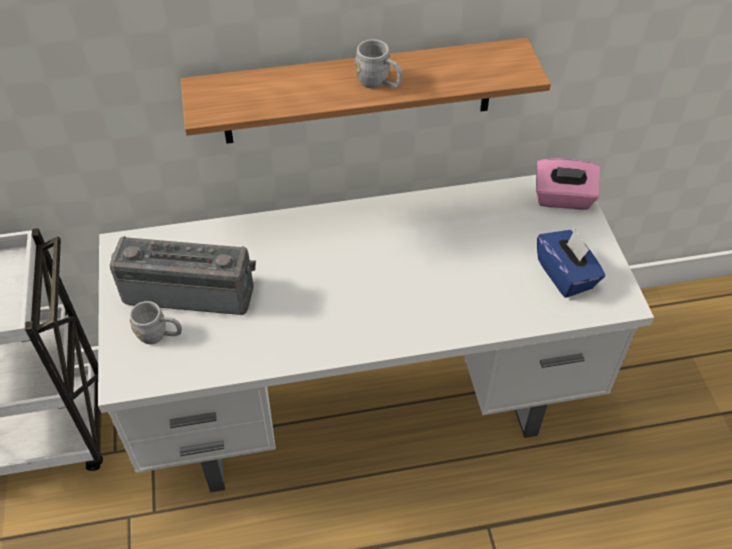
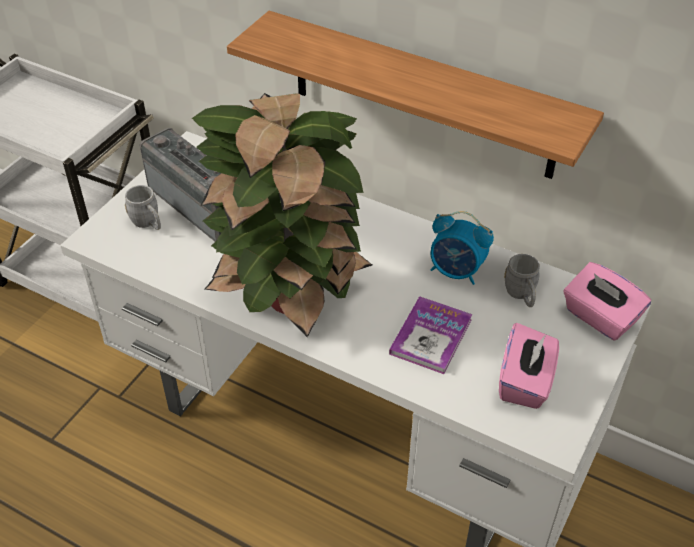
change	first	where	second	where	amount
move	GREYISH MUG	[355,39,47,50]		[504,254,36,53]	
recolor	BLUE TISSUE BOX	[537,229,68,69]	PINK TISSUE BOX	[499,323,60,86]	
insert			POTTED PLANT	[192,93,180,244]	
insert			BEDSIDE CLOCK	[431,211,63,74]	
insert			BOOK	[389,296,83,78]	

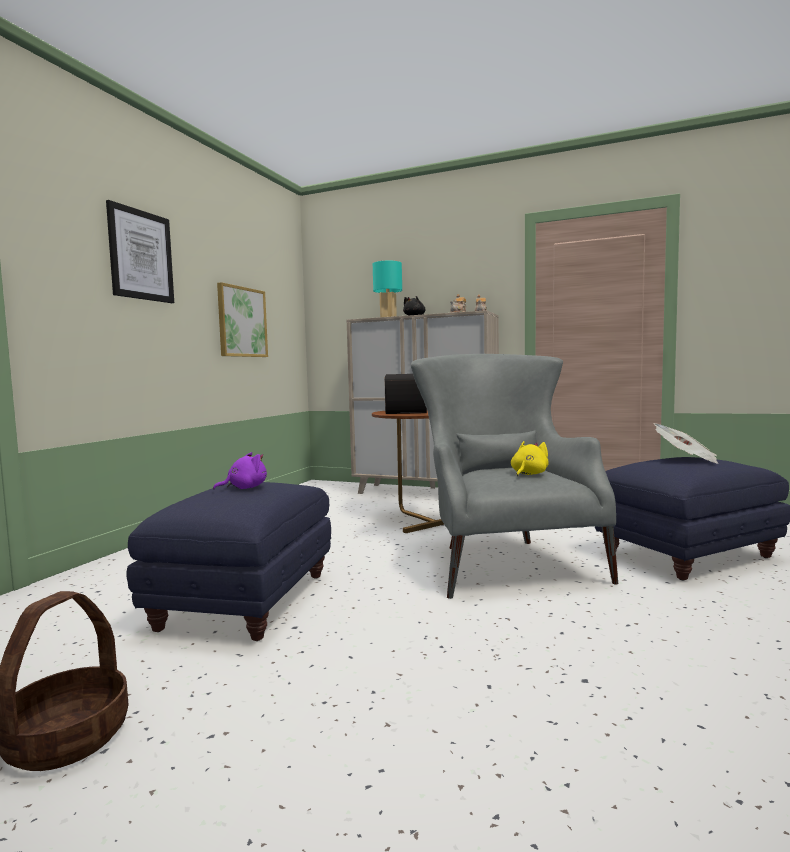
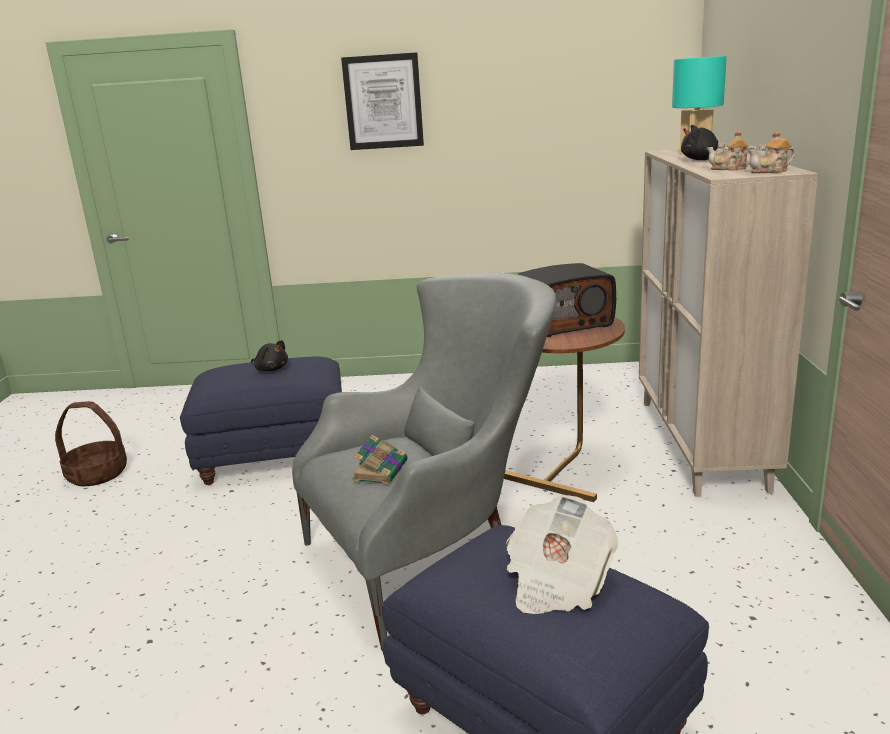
change	first	where	second	where	amount
delete	WALL ART	[217,282,51,75]			
replace	YELLOWISH CUDDLY TOY	[511,441,38,35]	BOOK	[352,435,55,49]	
recolor	PURPLE CUDDLY TOY	[213,452,54,38]	BLACK-COLOURED CUDDLY TOY	[251,340,37,31]	

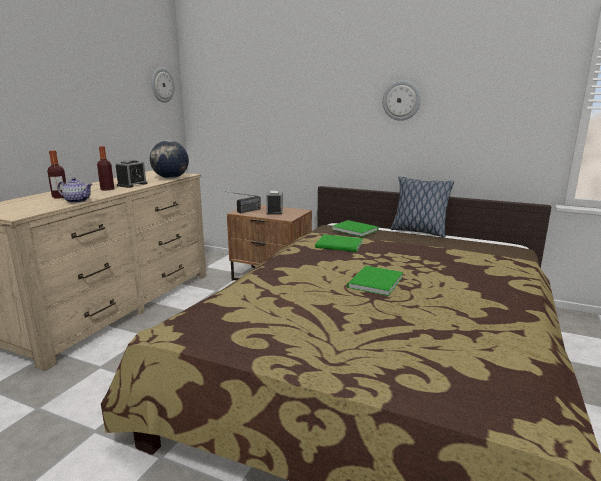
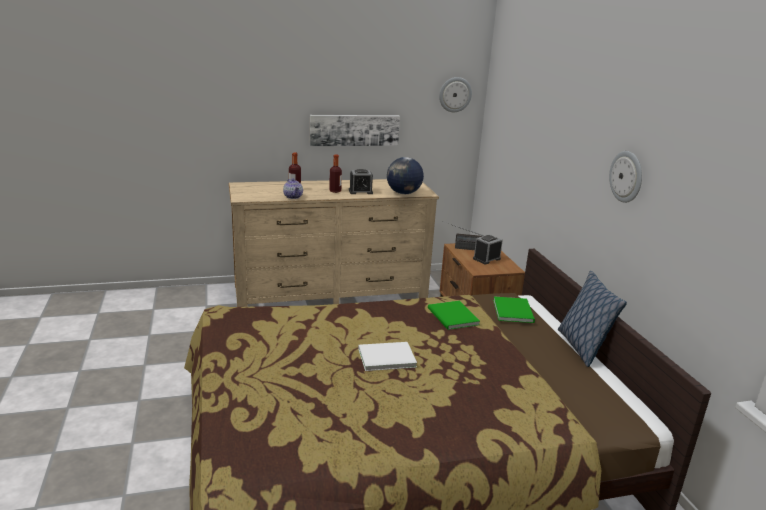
change	first	where	second	where	amount
recolor	GREENISH BOOK	[347,266,56,30]	WHITE-COLOURED BOOK	[358,342,59,29]	
insert			WALL ART	[310,115,90,31]	

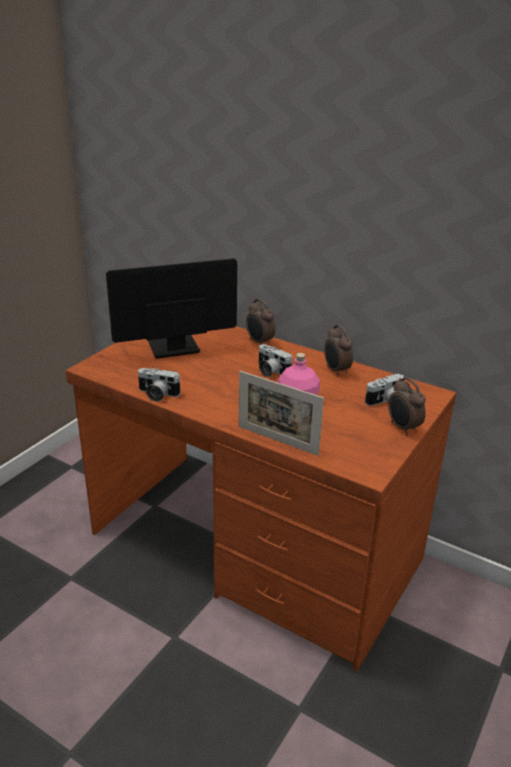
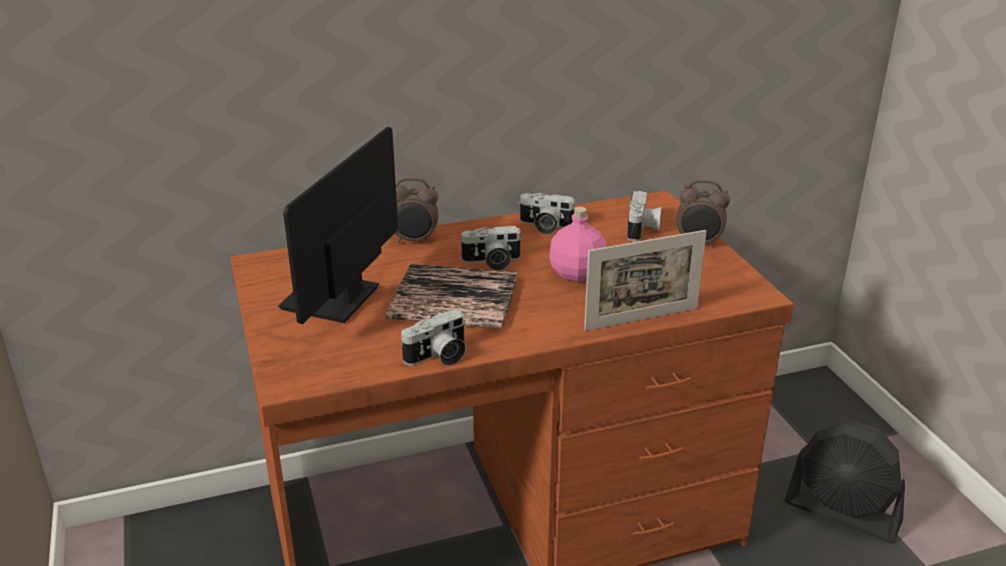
change	first	where	second	where	amount
replace	BEDSIDE CLOCK	[324,325,29,51]	STILL CAMERA	[518,193,57,41]	
insert			BOOK	[386,264,131,65]	
insert			BLACK-COLOURED COOLING FAN	[785,420,120,123]	

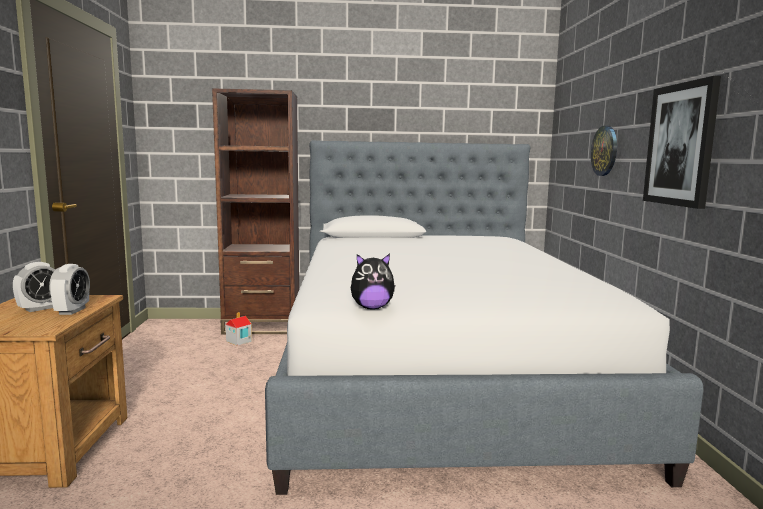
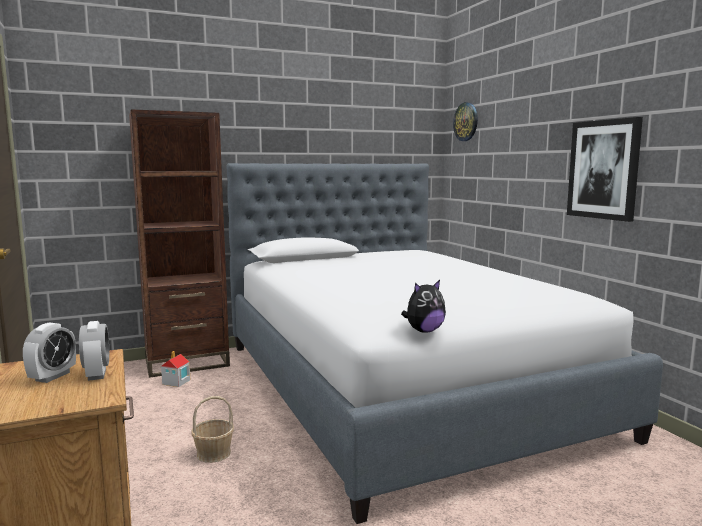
change	first	where	second	where	amount
move	WALL CLOCK	[591,126,26,50]		[453,102,25,39]	
insert			HOUSEHOLD BASKET	[191,396,43,67]	

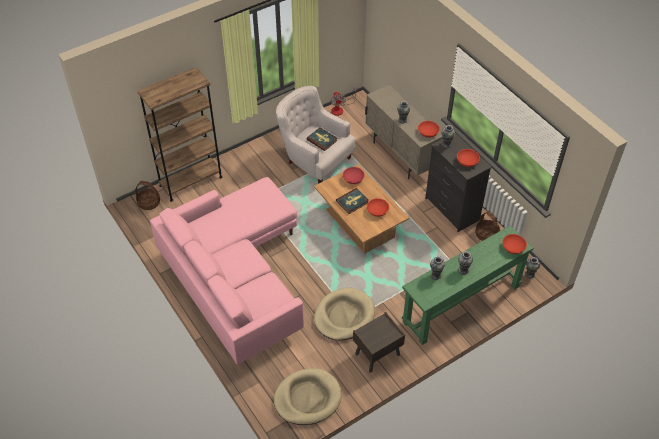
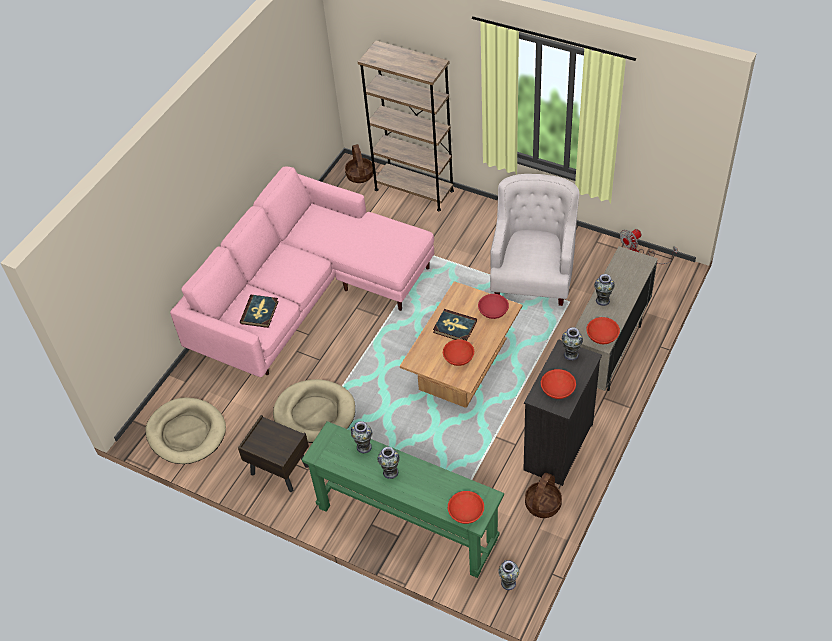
change	first	where	second	where	amount
move	BOOK	[307,127,31,24]		[240,295,39,33]	

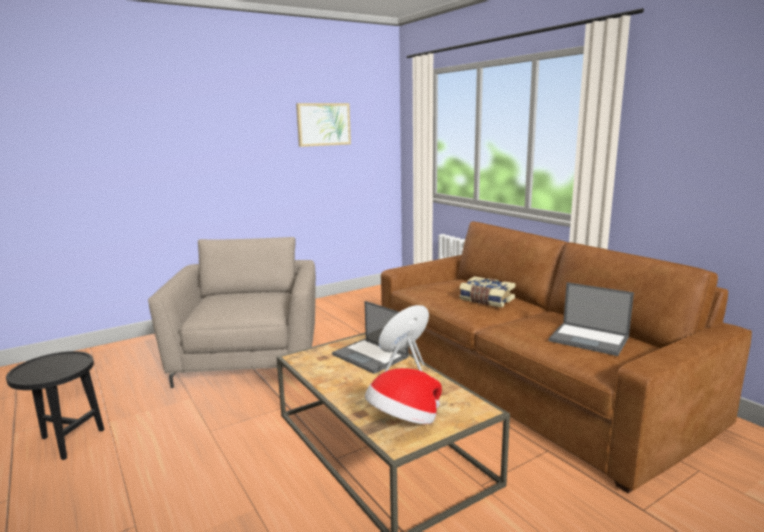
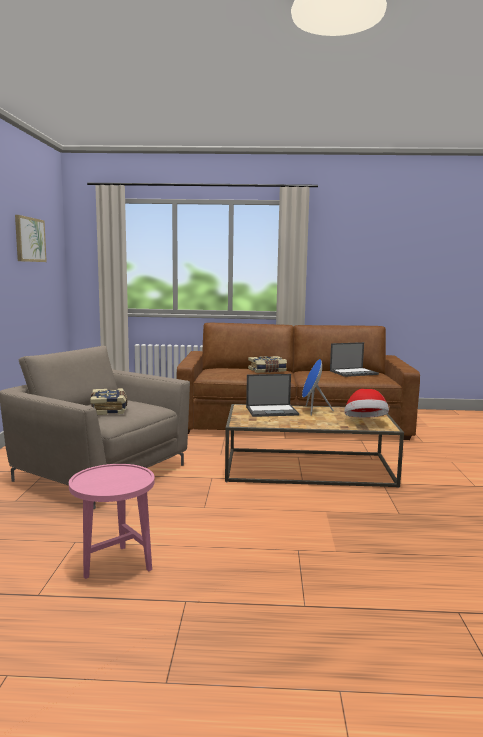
change	first	where	second	where	amount
recolor	BLACK-COLOURED ACCENT TABLE	[6,351,99,109]	PINK ACCENT TABLE	[69,464,86,115]	
insert			BOOK	[90,388,38,27]	

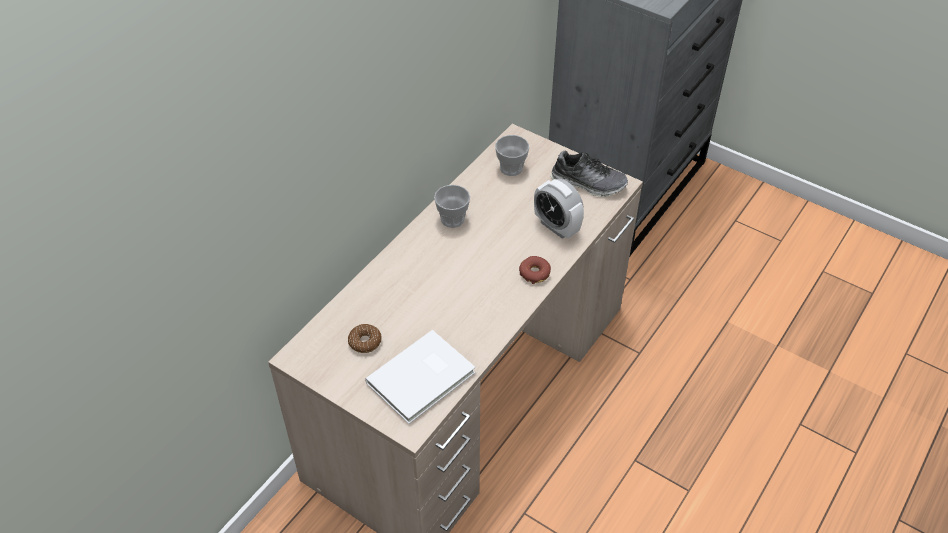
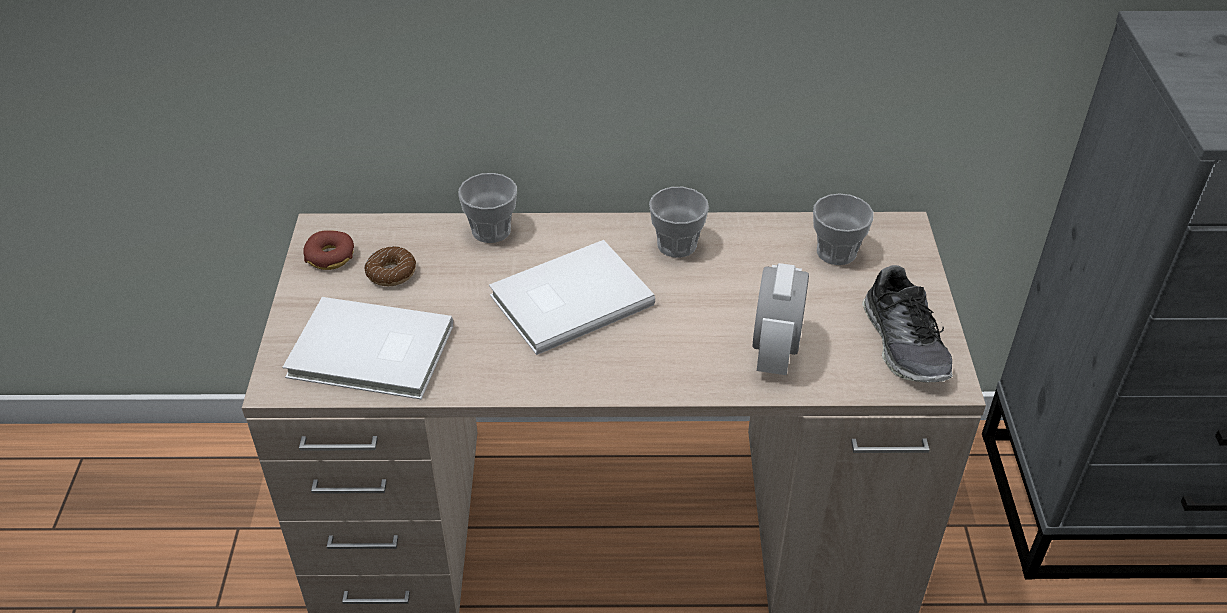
change	first	where	second	where	amount
move	RING DOUGHNUT	[519,256,32,28]		[303,230,51,40]	
insert			DRINKING CUP	[458,173,59,70]	
insert			WHITE-COLOURED BOOK	[489,240,166,115]	

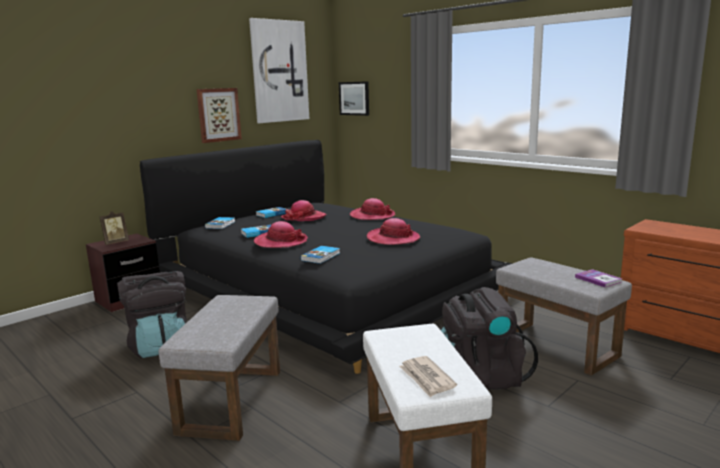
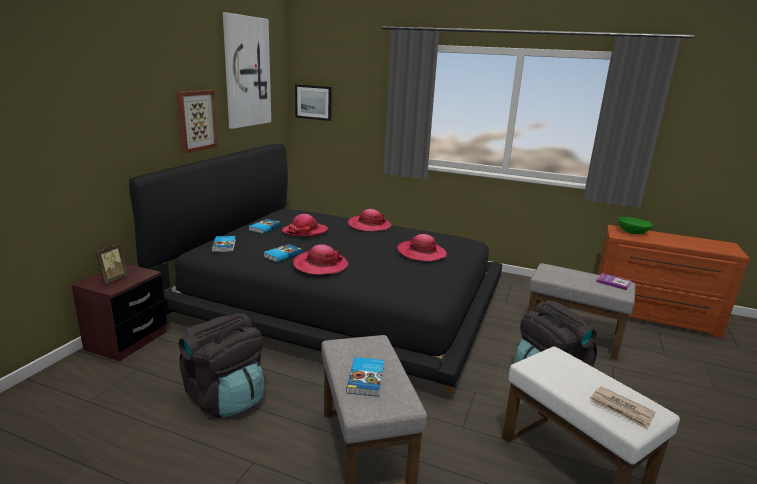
change	first	where	second	where	amount
move	BOOK	[301,246,39,18]		[346,357,38,40]	
insert			GREENISH BOWL	[619,217,34,17]	

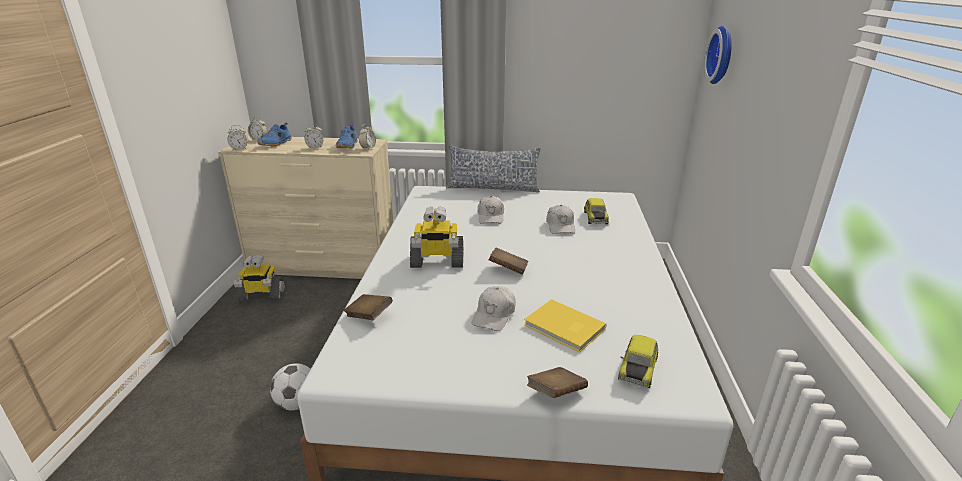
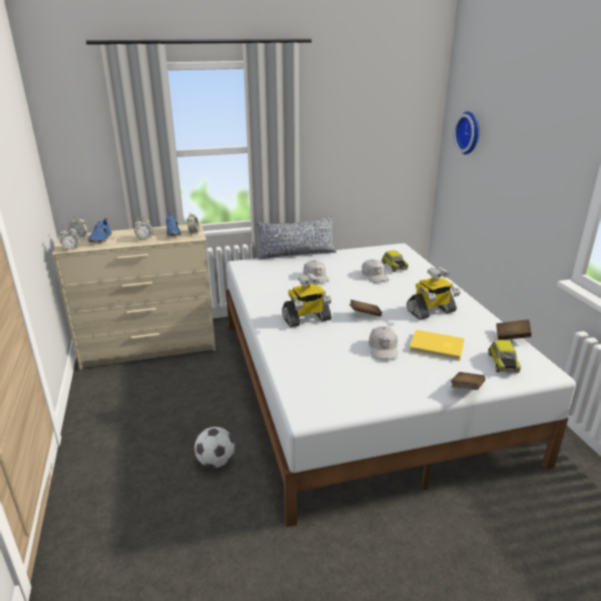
change	first	where	second	where	amount
move	ROBOT FIGURE	[234,255,51,47]		[406,266,54,54]	
move	BROWN BOOK	[344,294,49,26]		[496,319,36,21]	

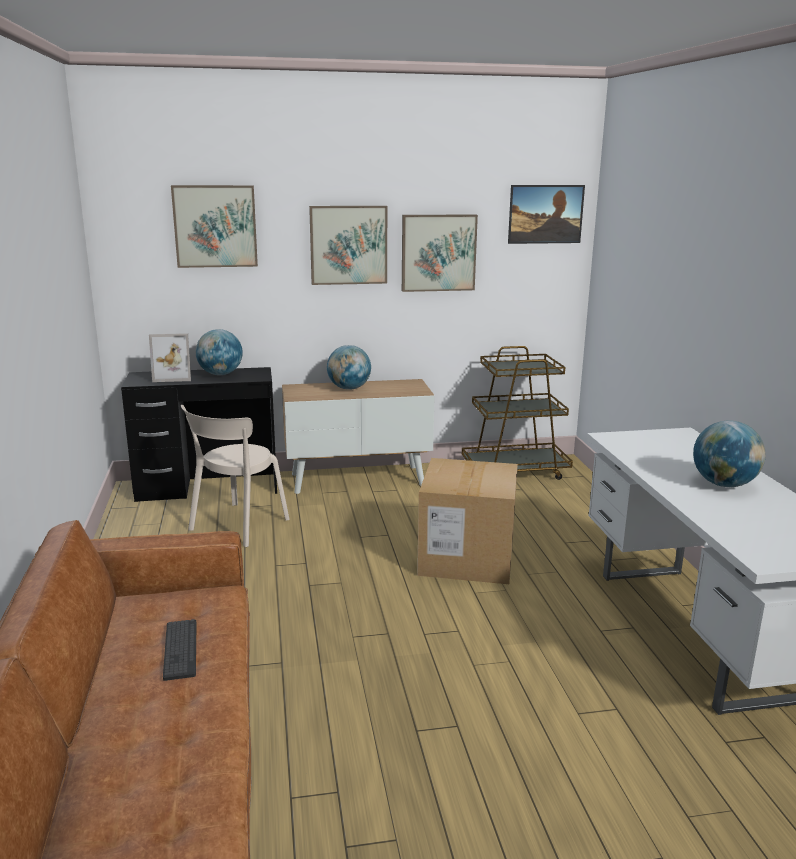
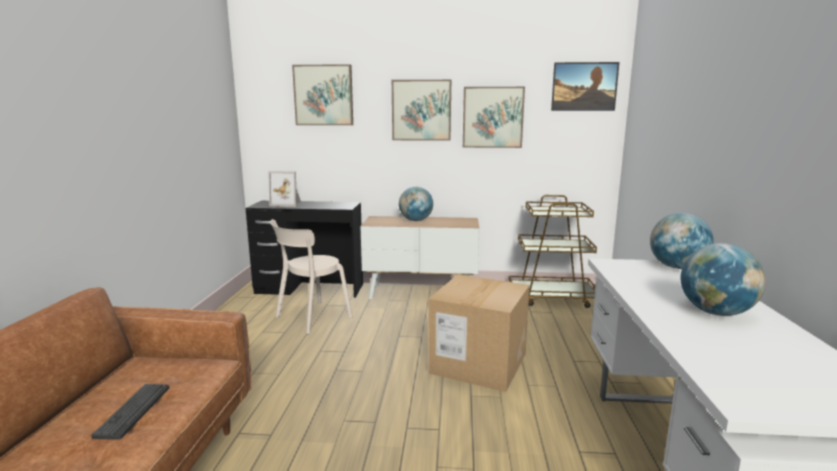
change	first	where	second	where	amount
move	DESK GLOBE	[196,329,46,46]		[650,213,64,56]	

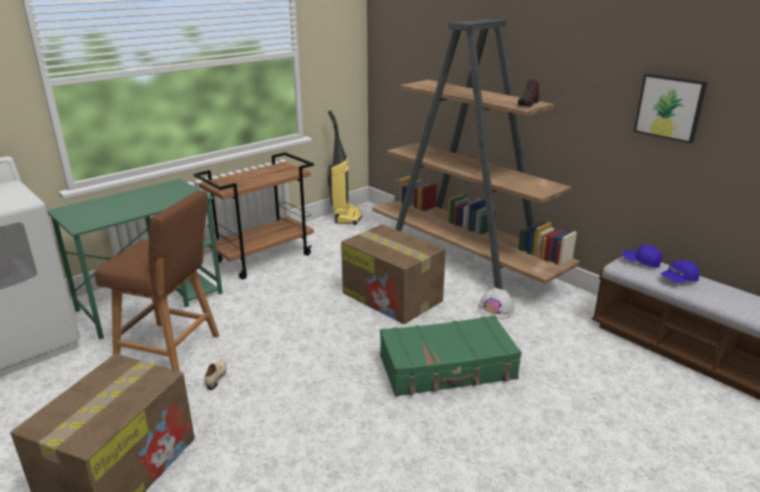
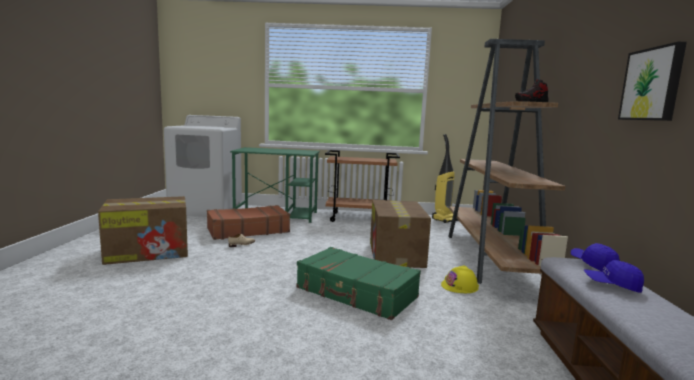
change	first	where	second	where	amount
replace	BROWN SITTING STOOL	[94,191,125,180]	BROWN TRAVEL CASE	[207,205,83,35]	
recolor	WHITE-COLOURED SAFETY HELMET	[478,287,36,33]	YELLOWISH SAFETY HELMET	[441,265,38,28]	

